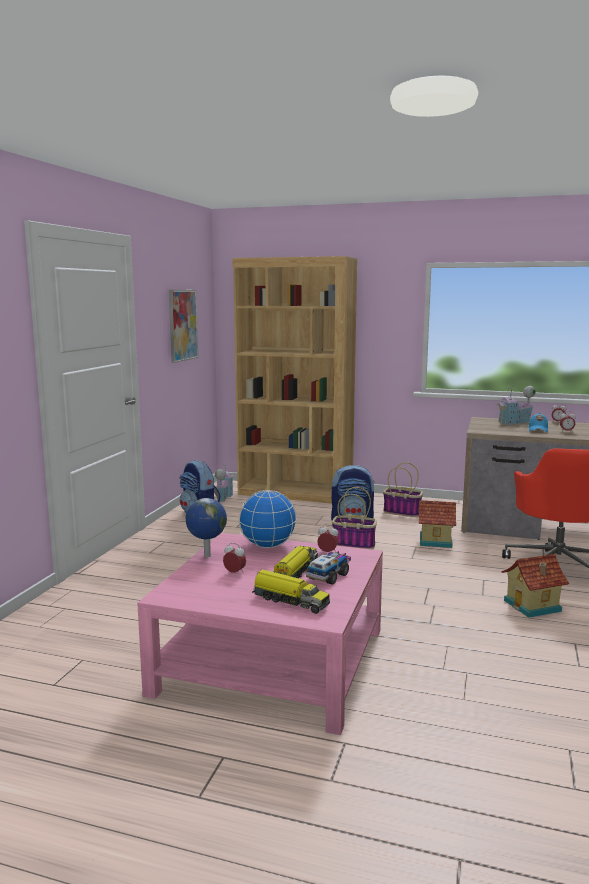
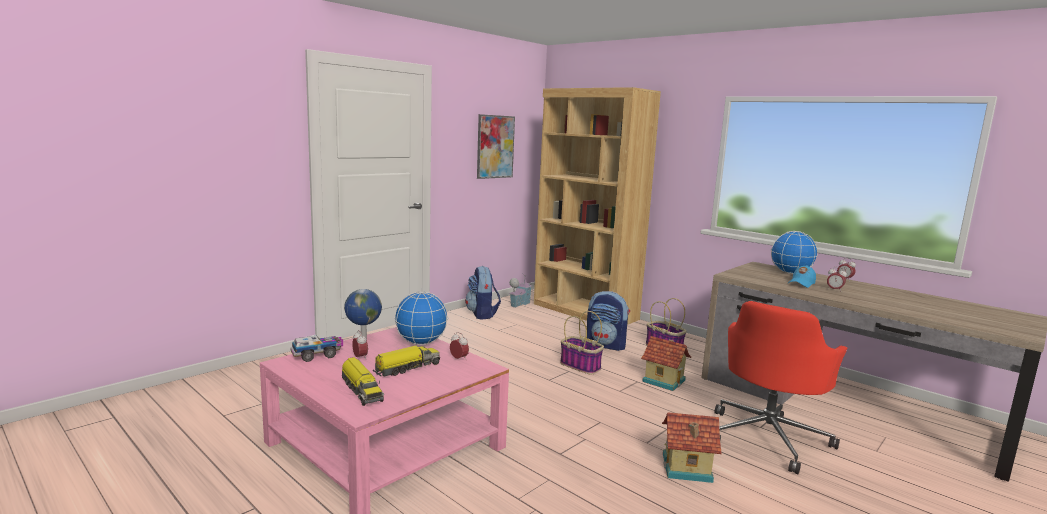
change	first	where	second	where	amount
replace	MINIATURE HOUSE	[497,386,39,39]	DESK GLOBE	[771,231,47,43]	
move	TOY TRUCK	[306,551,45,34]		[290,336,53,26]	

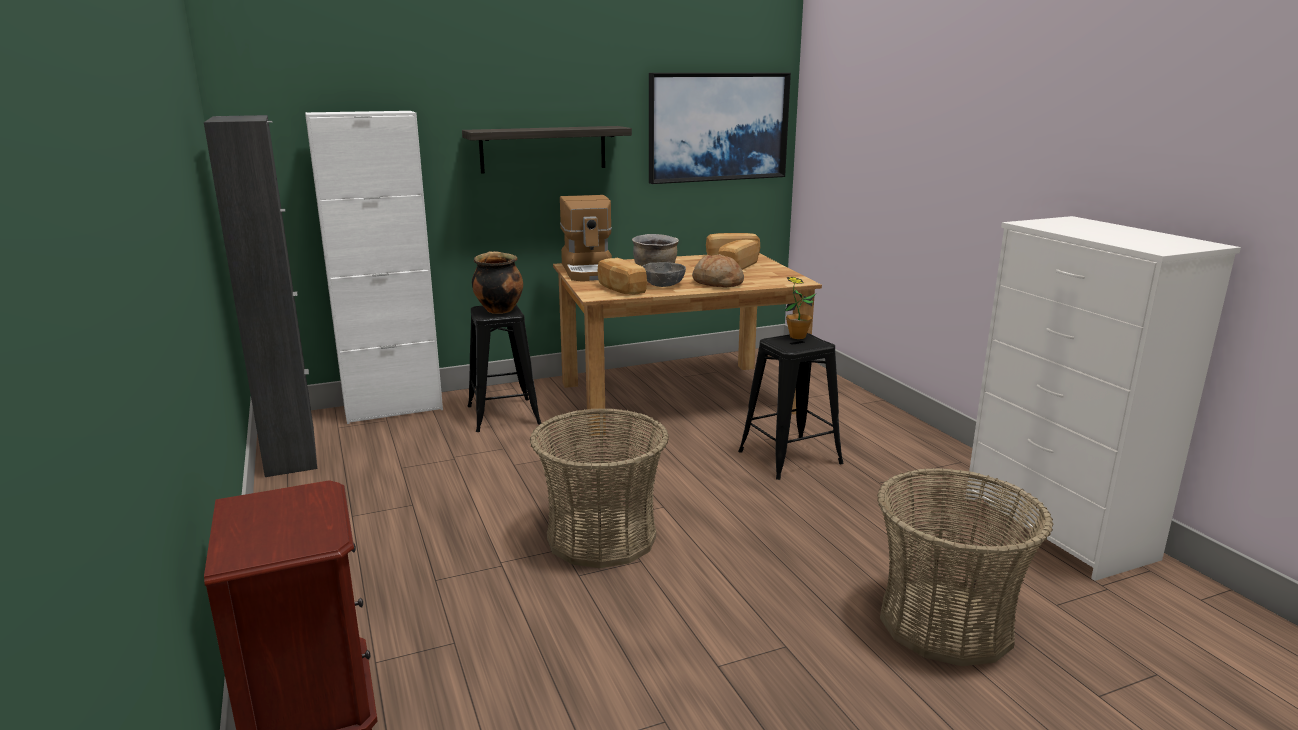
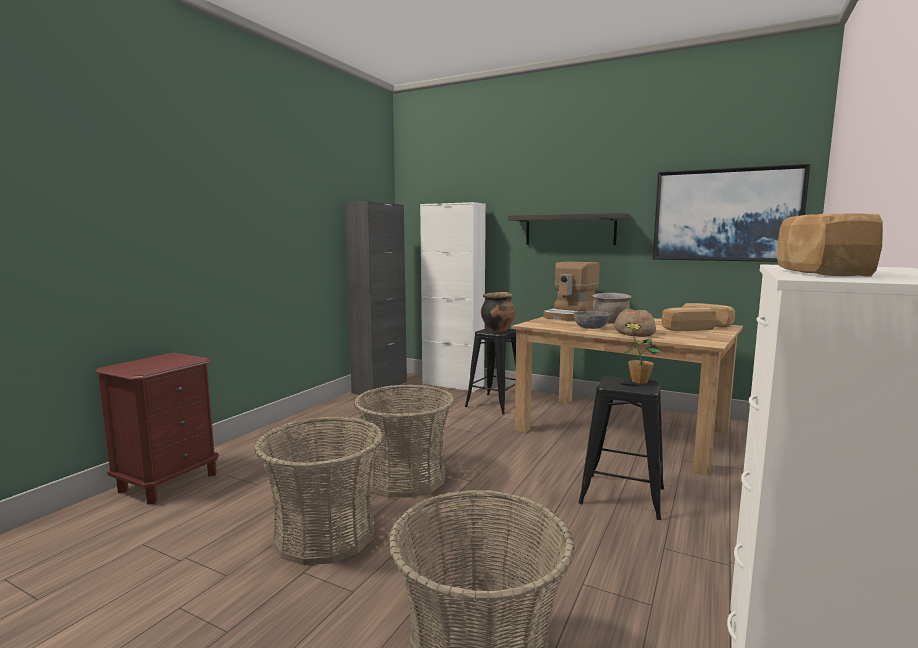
change	first	where	second	where	amount
move	BREAD	[597,257,50,38]		[777,213,106,64]	
insert			HOUSEHOLD BASKET	[254,416,129,149]	

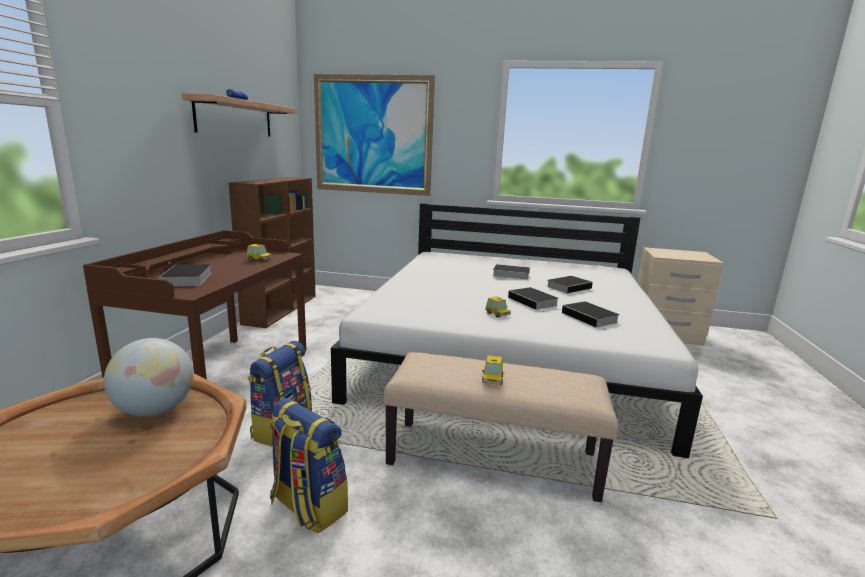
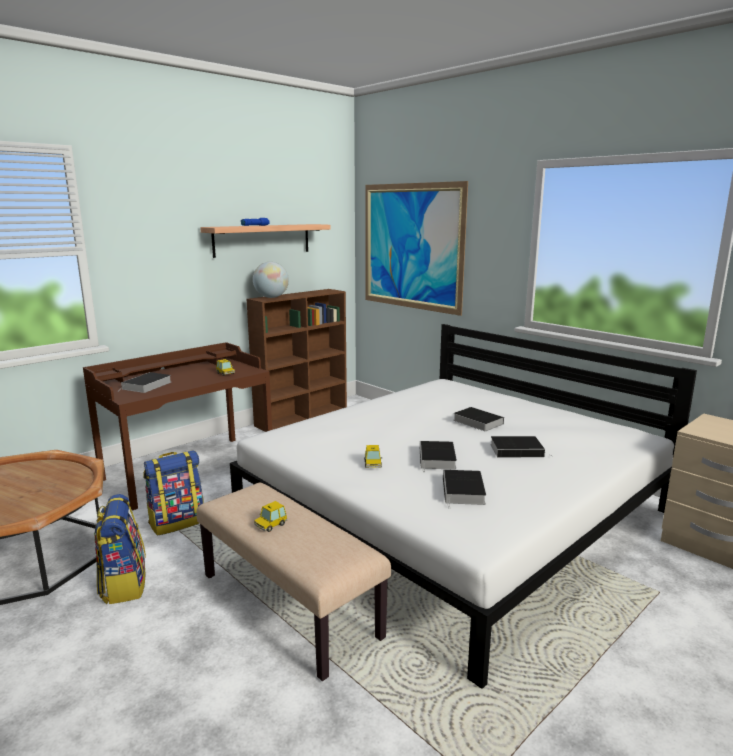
change	first	where	second	where	amount
move	DESK GLOBE	[104,338,90,79]		[253,262,36,36]	

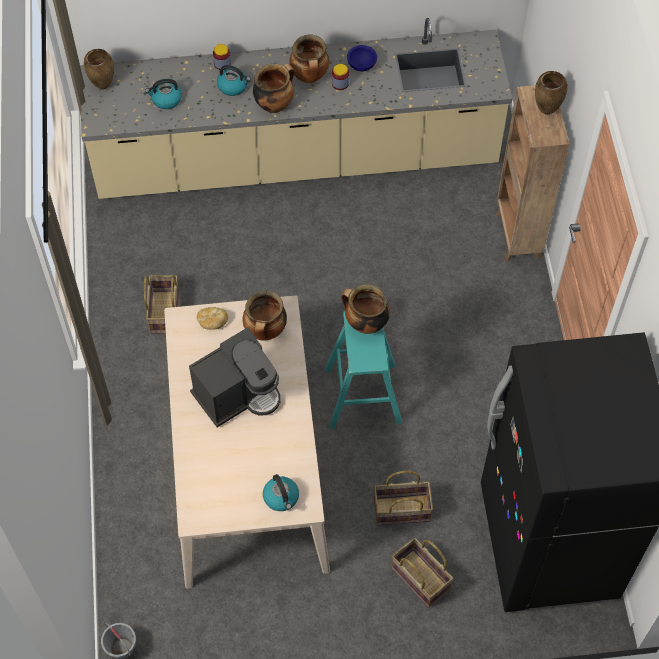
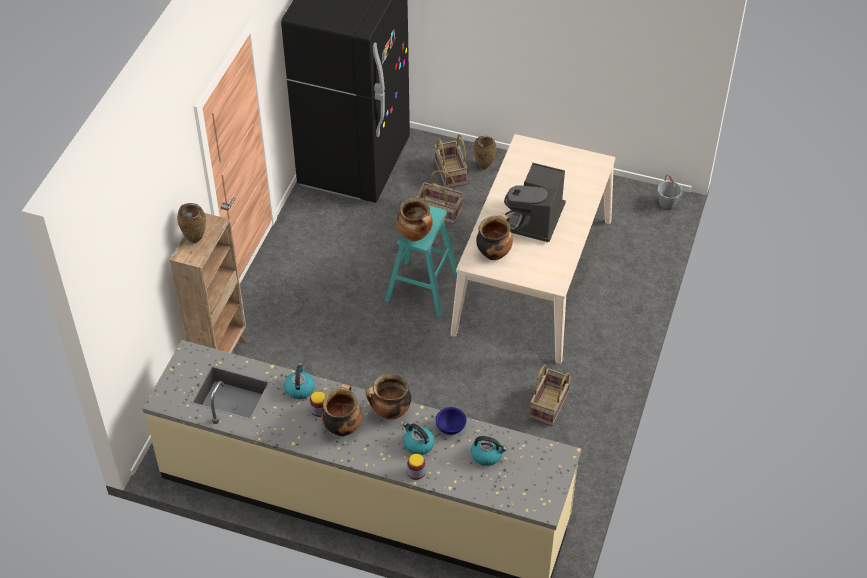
change	first	where	second	where	amount
move	BLUE BOWL	[347,45,30,26]		[436,407,31,28]	
move	BROWN FLOWER VASE	[84,49,30,41]		[474,136,23,33]	
delete	BREAD	[197,307,31,22]			
rotate	COFFEE MAKER	[189,327,91,100]		[504,163,62,79]	60 degrees counterclockwise
move	KETTLE	[263,474,36,37]		[284,363,31,36]	

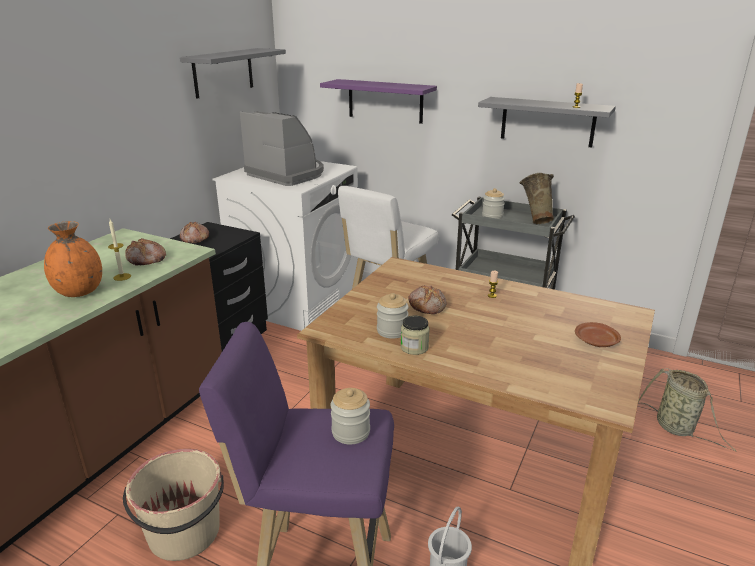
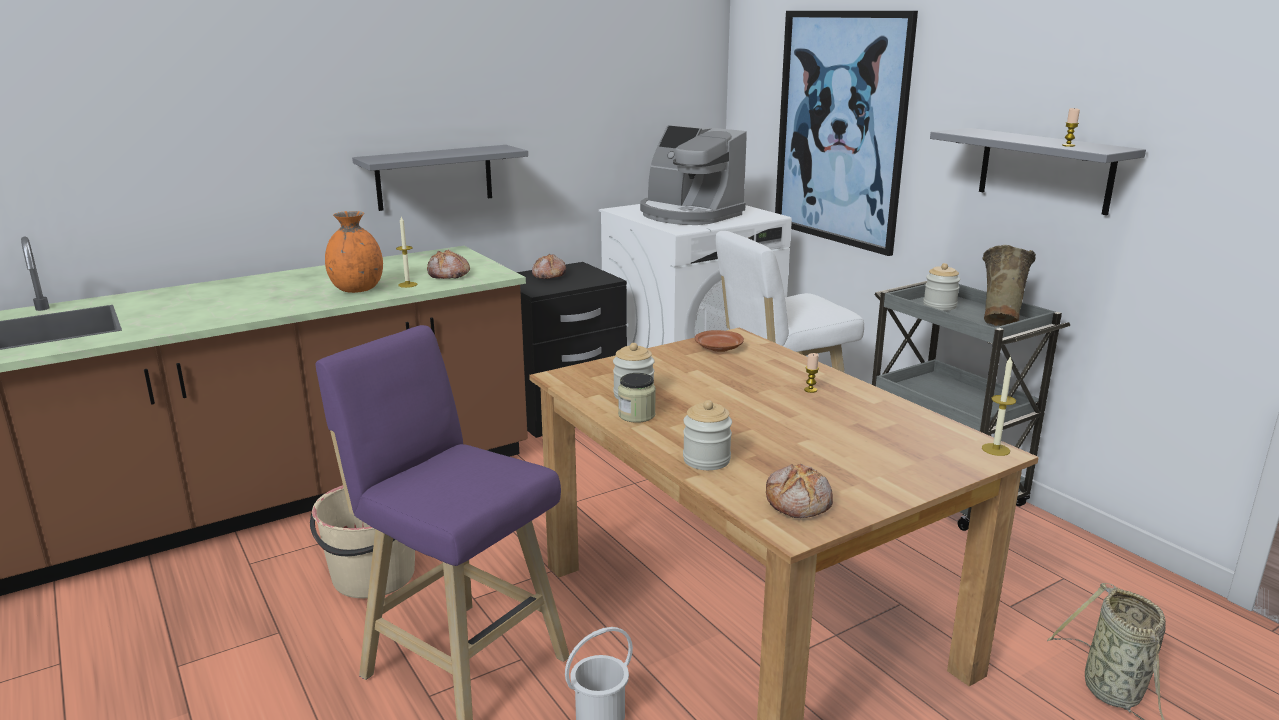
change	first	where	second	where	amount
move	GREYISH SHELF	[180,48,106,51]		[352,145,176,66]	
replace	PURPLE SHELF	[320,79,117,45]	WALL ART	[775,11,143,245]	
rotate	COFFEE MAKER	[240,112,84,74]		[640,125,107,100]	150 degrees clockwise
move	BREAD	[408,285,39,29]		[766,464,67,54]	
move	BROWN PLATE	[575,322,46,25]		[694,330,50,22]	
move	STORAGE JAR	[330,388,40,56]		[683,400,49,70]	
insert			WAX CANDLE	[982,355,34,101]	

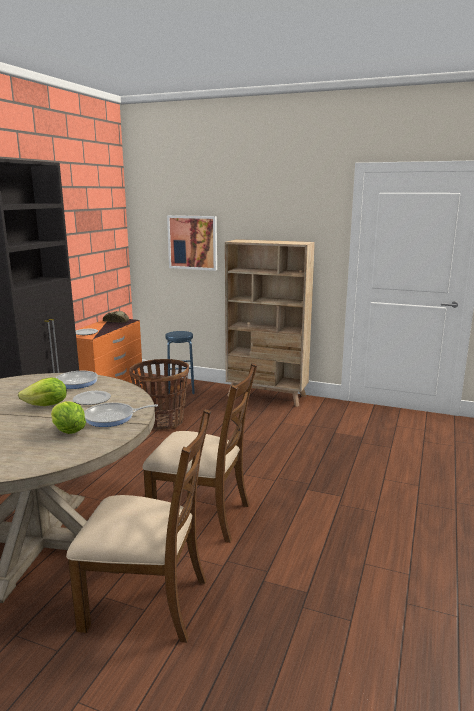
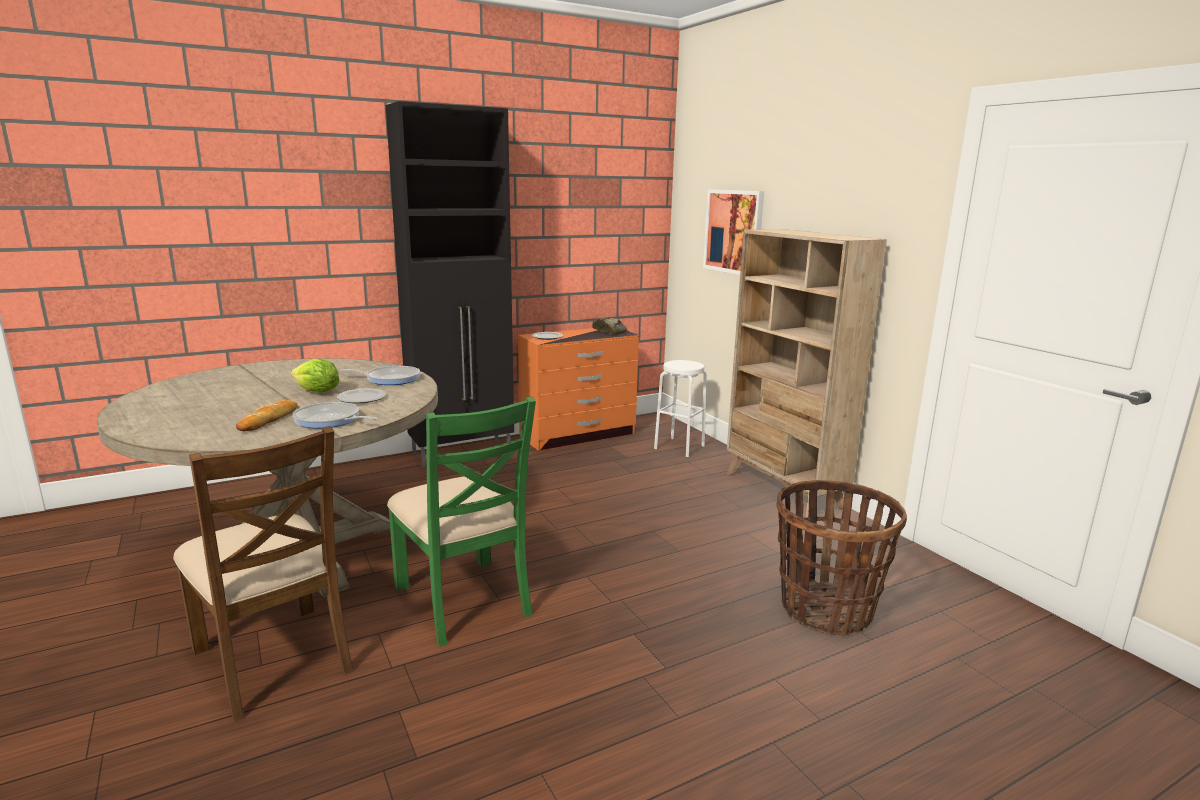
change	first	where	second	where	amount
recolor	BLUE SITTING STOOL	[165,331,30,63]	WHITE-COLOURED SITTING STOOL	[654,360,53,97]	
move	HOUSEHOLD BASKET	[129,359,60,71]		[776,480,131,156]	
recolor	BROWN UPRIGHT CHAIR	[142,363,115,180]	GREENISH UPRIGHT CHAIR	[387,397,149,250]	
replace	LETTUCE	[51,401,35,33]	BREAD	[236,399,62,32]	

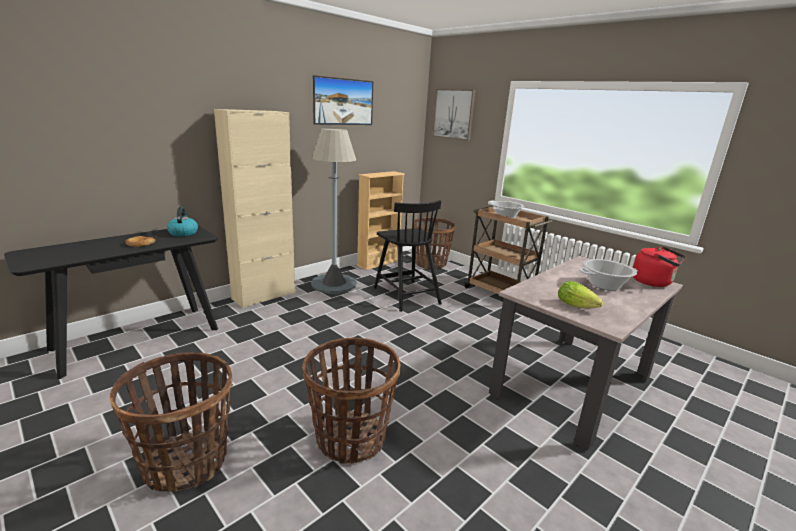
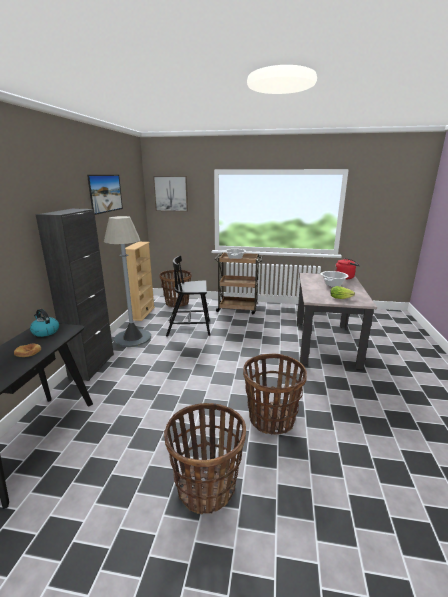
change	first	where	second	where	amount
recolor	BEIGE CABINET	[214,109,81,199]	BLACK-COLOURED CABINET	[36,209,78,172]	
rotate	BLACK-COLOURED UPRIGHT CHAIR	[374,200,68,112]		[166,256,44,81]	150 degrees clockwise

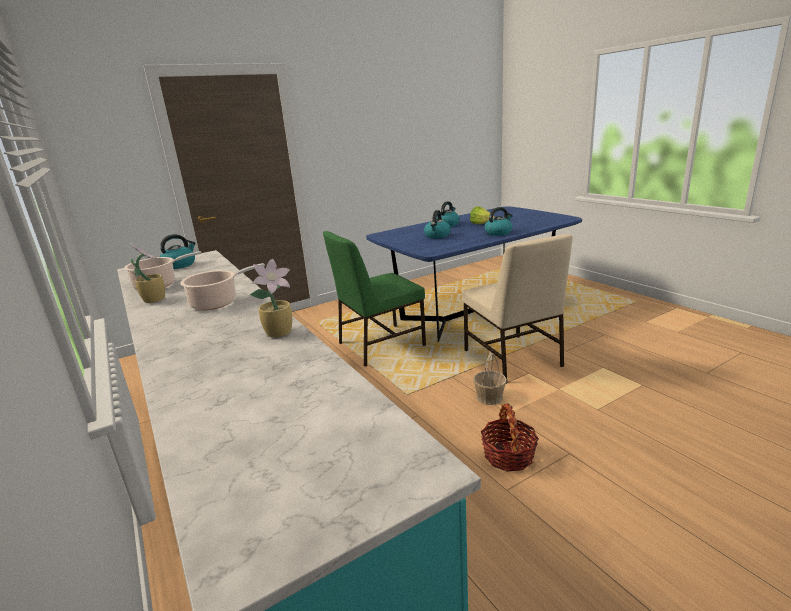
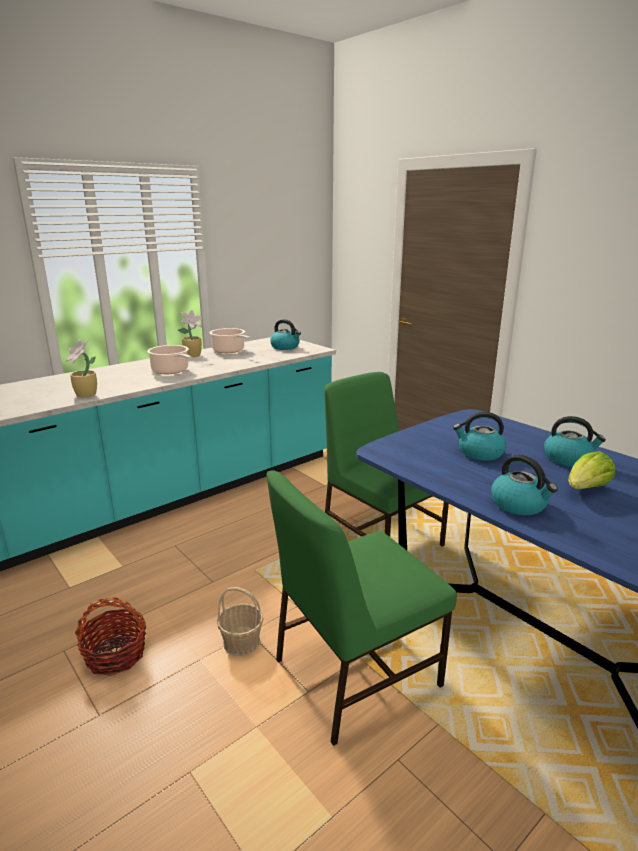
change	first	where	second	where	amount
recolor	BEIGE UPRIGHT CHAIR	[462,234,111,149]	GREENISH UPRIGHT CHAIR	[267,470,190,276]	

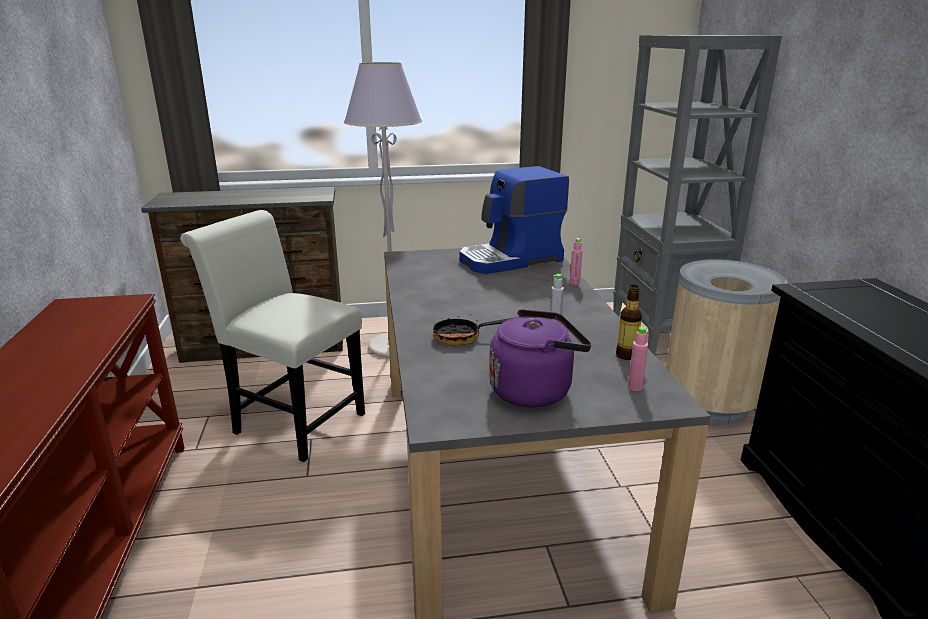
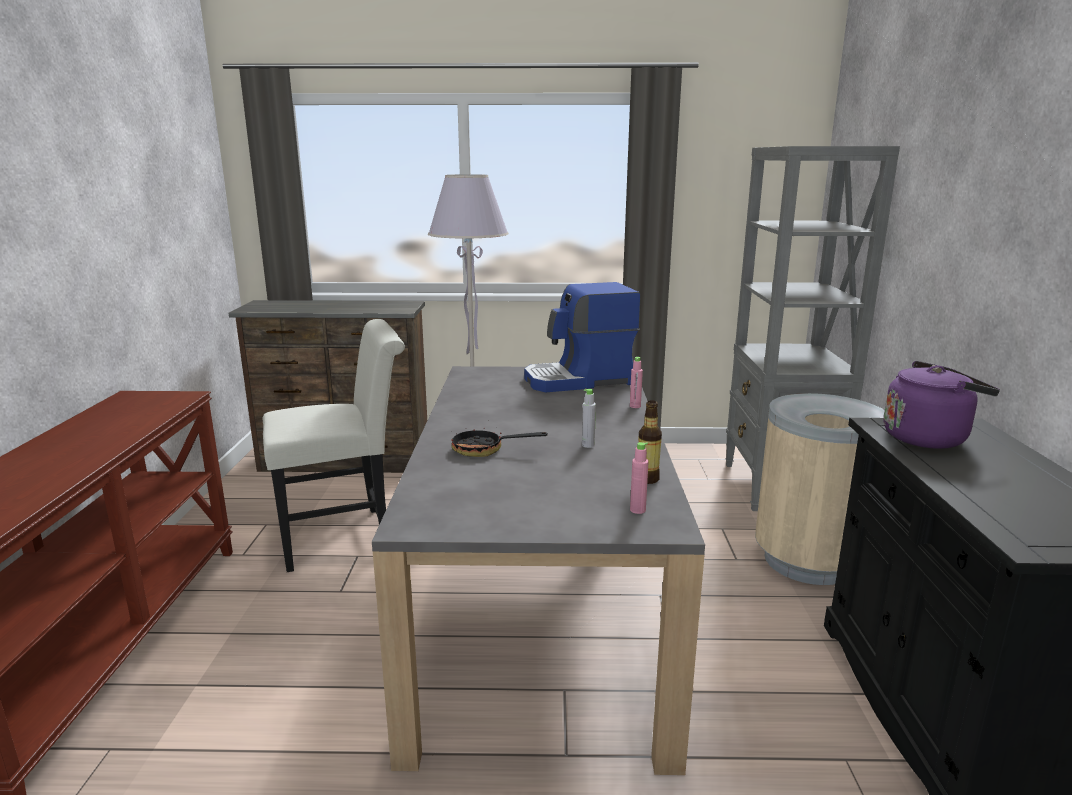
change	first	where	second	where	amount
rotate	WHITE-COLOURED UPRIGHT CHAIR	[180,210,185,252]		[262,319,143,253]	120 degrees clockwise
move	PURPLE KETTLE	[489,309,102,98]		[883,361,117,88]	

